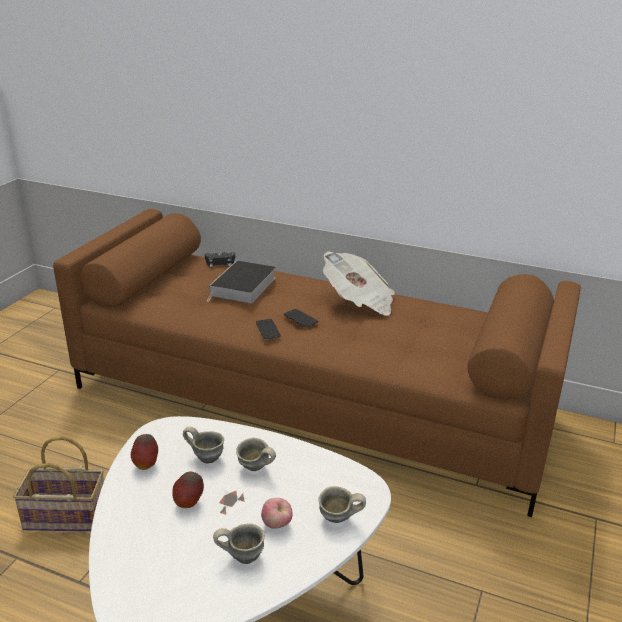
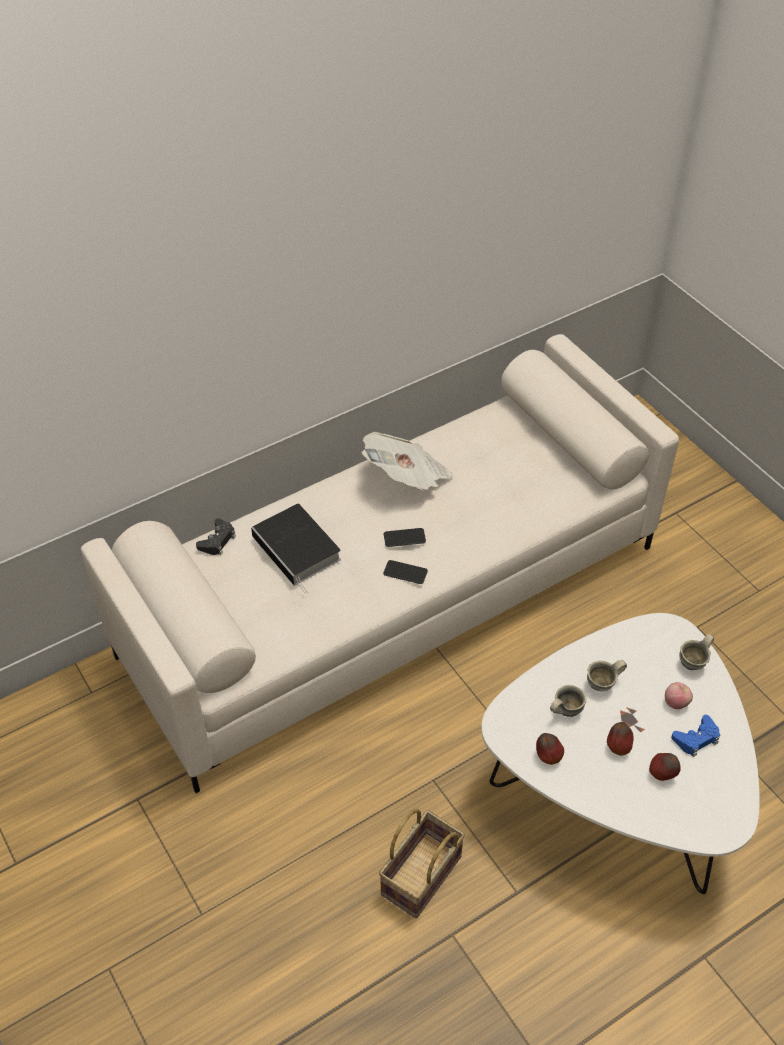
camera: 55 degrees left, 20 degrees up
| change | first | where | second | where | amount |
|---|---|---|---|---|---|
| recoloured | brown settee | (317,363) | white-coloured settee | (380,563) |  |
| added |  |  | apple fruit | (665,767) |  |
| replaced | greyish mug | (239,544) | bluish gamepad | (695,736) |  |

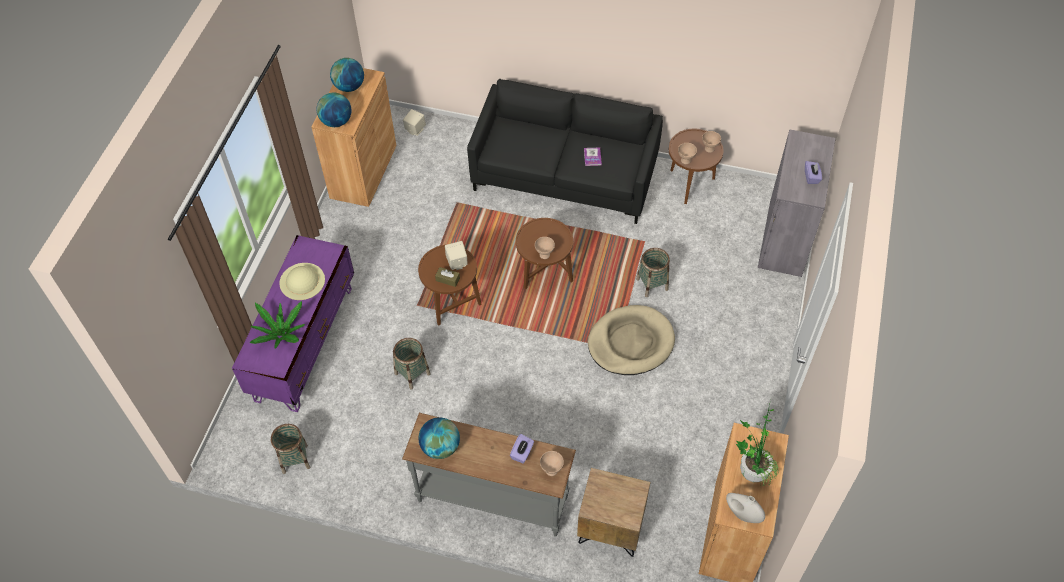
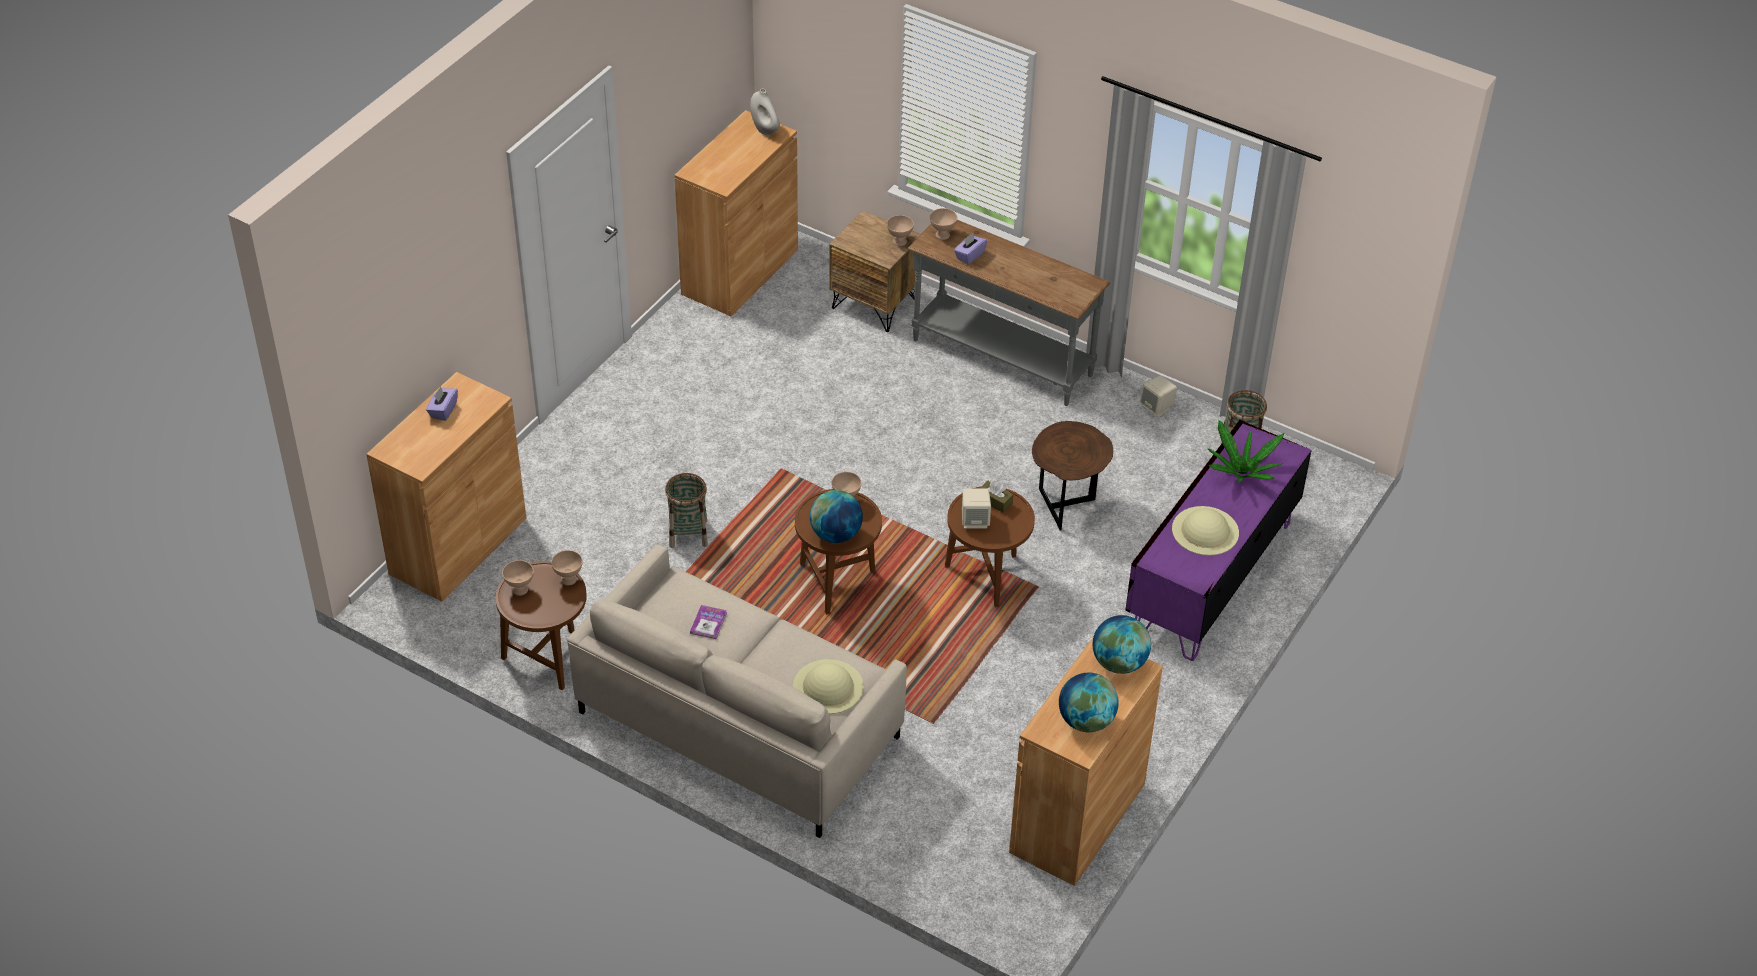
camera: 165 degrees left, 10 degrees down
| change | first | where | second | where | amount |
|---|---|---|---|---|---|
| recoloured | greyish storage cabinet | (796,203) | brown storage cabinet | (446,487) |  |
| recoloured | blackish settee | (565,151) | beige-coloured settee | (737,691) |  |
| added |  |  | beige-coloured wearable hat | (828,686) |  |
| moved | desk globe | (439,438) |  | (836,516) |  |
| added |  |  | beige-coloured serving bowl | (900,230) |  |
| replaced | basket | (412,364) | brown accent table | (1072,476) |  |
| moved | beige-coloured audio speaker | (414,122) |  | (1158,396) |  |
| removed | beige-coloured dog bed | (631,340) |  |  |  |
| removed | potted plant | (757,443) |  |  |  |

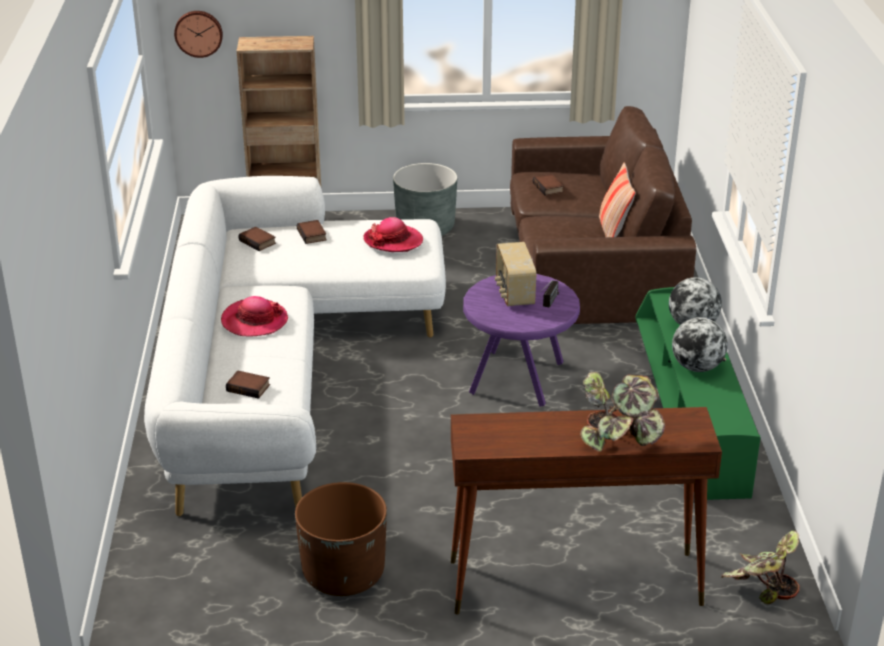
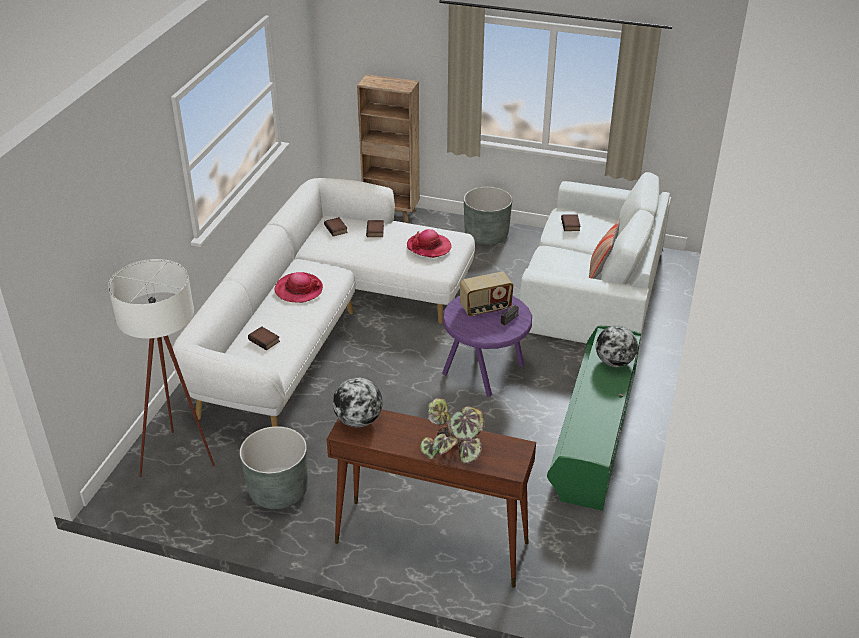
camera: 20 degrees right, 5 degrees up
| change | first | where | second | where | amount |
|---|---|---|---|---|---|
| added |  |  | white-coloured standing lamp | (161,368) |  |
| recoloured | brown planter | (341,539) | greyish planter | (274,467) |  |
| moved | desk globe | (700,344) |  | (358,402) |  |
| turned | radio set | (515,274) |  | (486,294) | 120 degrees counterclockwise |
| recoloured | brown settee | (603,215) | white-coloured settee | (595,259) |  |
| removed | wall clock | (198,34) |  |  |  |
| removed | potted plant | (761,567) |  |  |  |

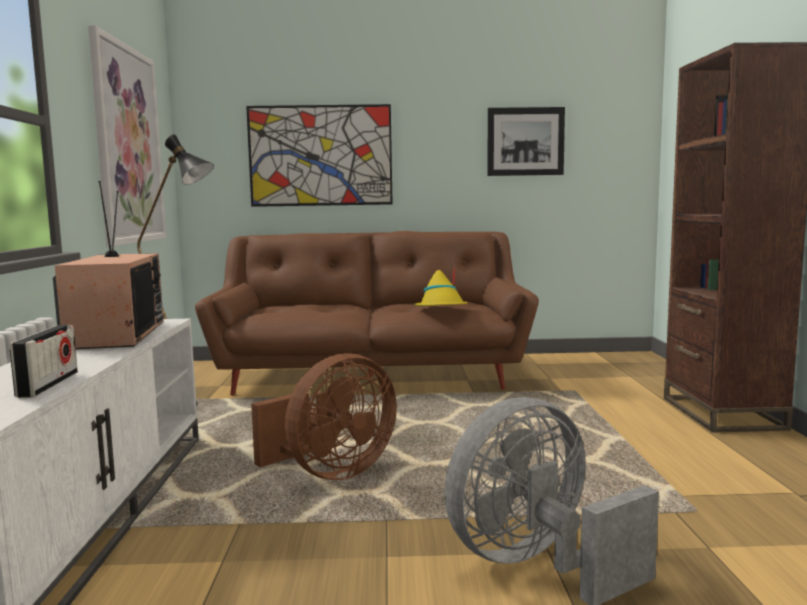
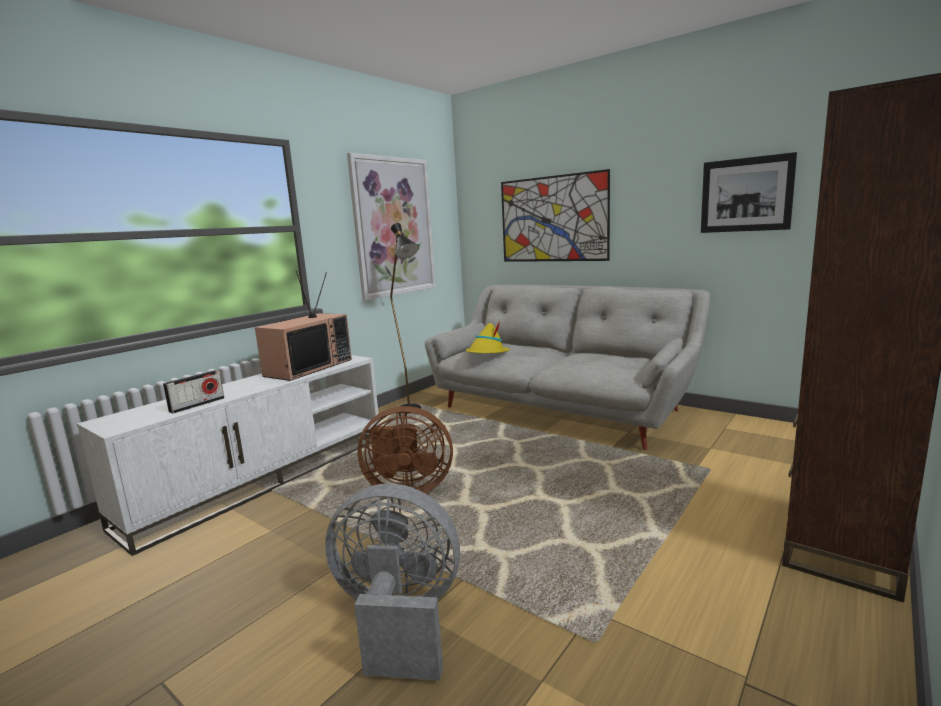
camera: 40 degrees right, 5 degrees up
| change | first | where | second | where | amount |
|---|---|---|---|---|---|
| recoloured | brown settee | (367,313) | greyish settee | (567,367) |  |
| moved | yellowish wearable hat | (441,285) |  | (488,337) |  |

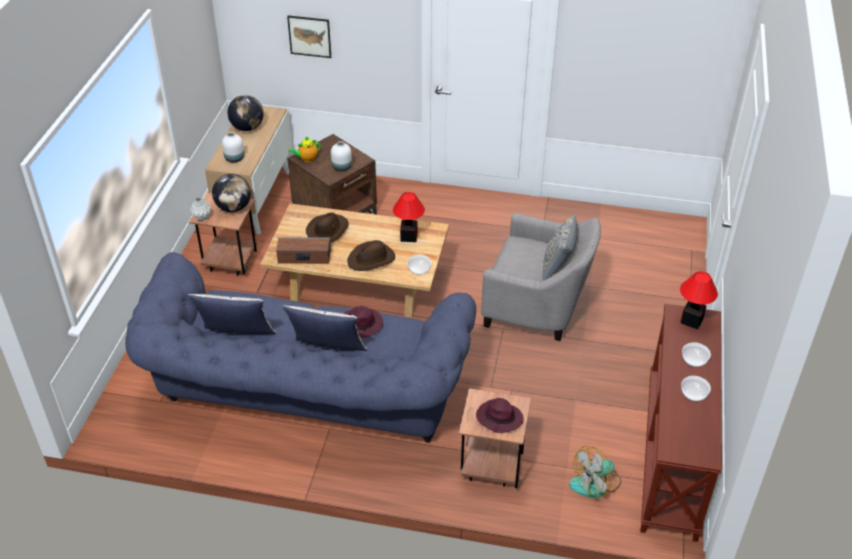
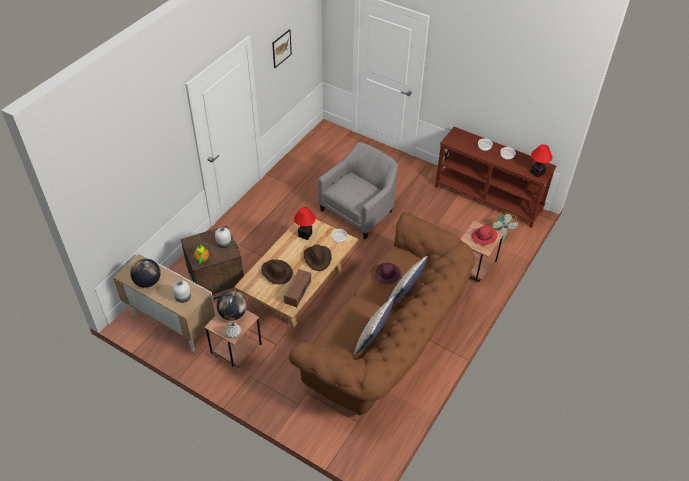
camera: 70 degrees left, 5 degrees up
| change | first | where | second | where | amount |
|---|---|---|---|---|---|
| moved | wall art | (309,36) |  | (282,48) |  |
| recoloured | bluish settee | (300,347) | brown settee | (382,313) |  |
| recoloured | purple wearable hat | (500,415) | red-coloured wearable hat | (484,235) |  |
| moved | table lamp | (699,300) |  | (541,161) |  |
| removed | greyish throw pillow | (560,248) |  |  |  |

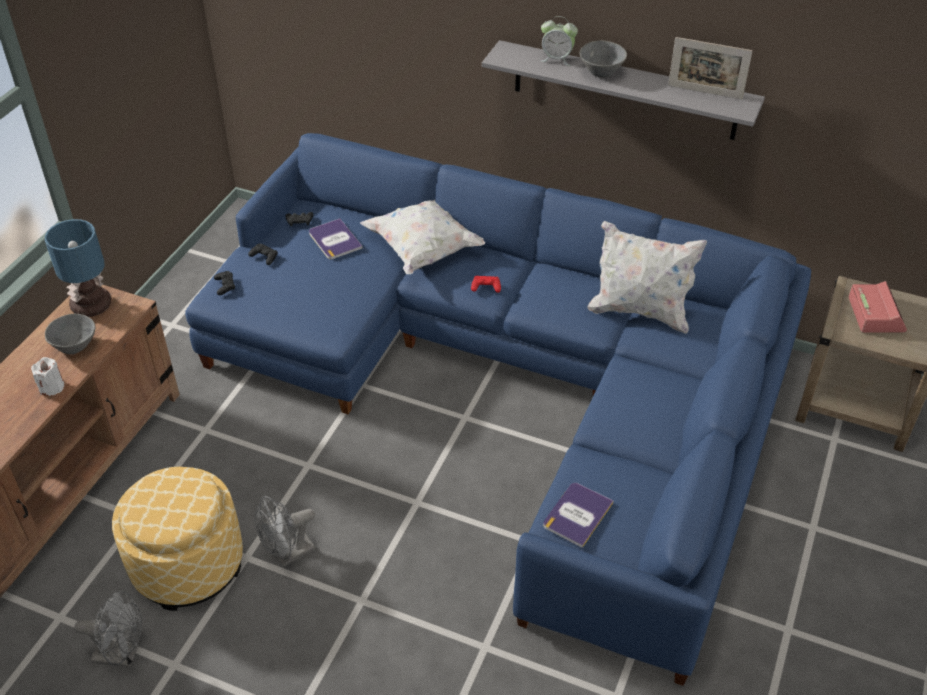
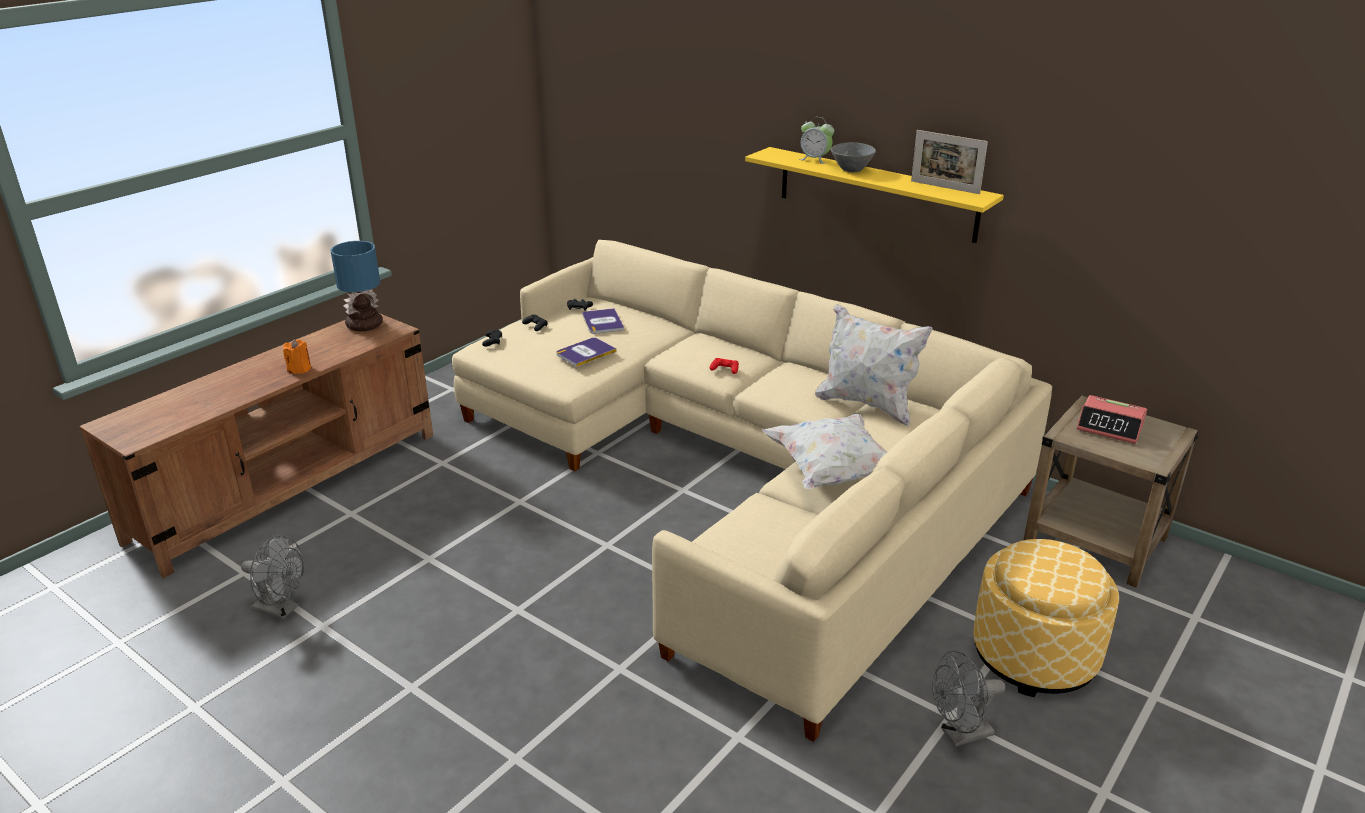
camera: 15 degrees right, 15 degrees down
| change | first | where | second | where | amount |
|---|---|---|---|---|---|
| recoloured | white-coloured candle | (48,376) | orange-coloured candle | (297,356) |  |
| recoloured | bluish settee | (498,409) | beige-coloured settee | (752,491) |  |
| moved | volume | (578,515) |  | (586,352) |  |
| recoloured | greyish bracket shelf | (623,90) | yellowish bracket shelf | (874,195) |  |
| moved | white-coloured throw pillow | (422,237) |  | (824,451) |  |
| moved | greyish electric fan | (285,531) |  | (968,699) |  |
| moved | footrest | (177,539) |  | (1046,618) |  |
| turned | alarm clock | (878,306) |  | (1111,419) | 105 degrees clockwise |
| removed | greyish serving bowl | (70,334) |  |  |  |

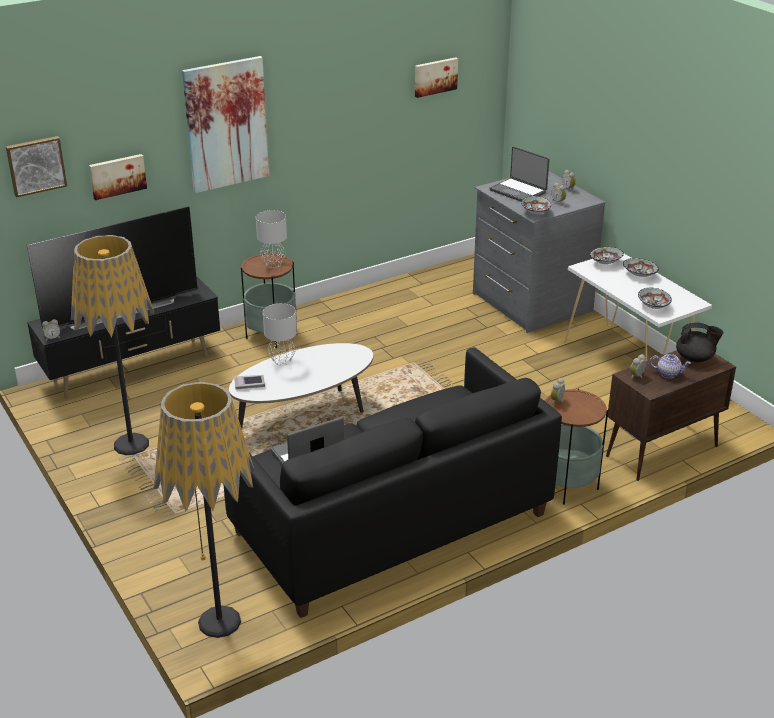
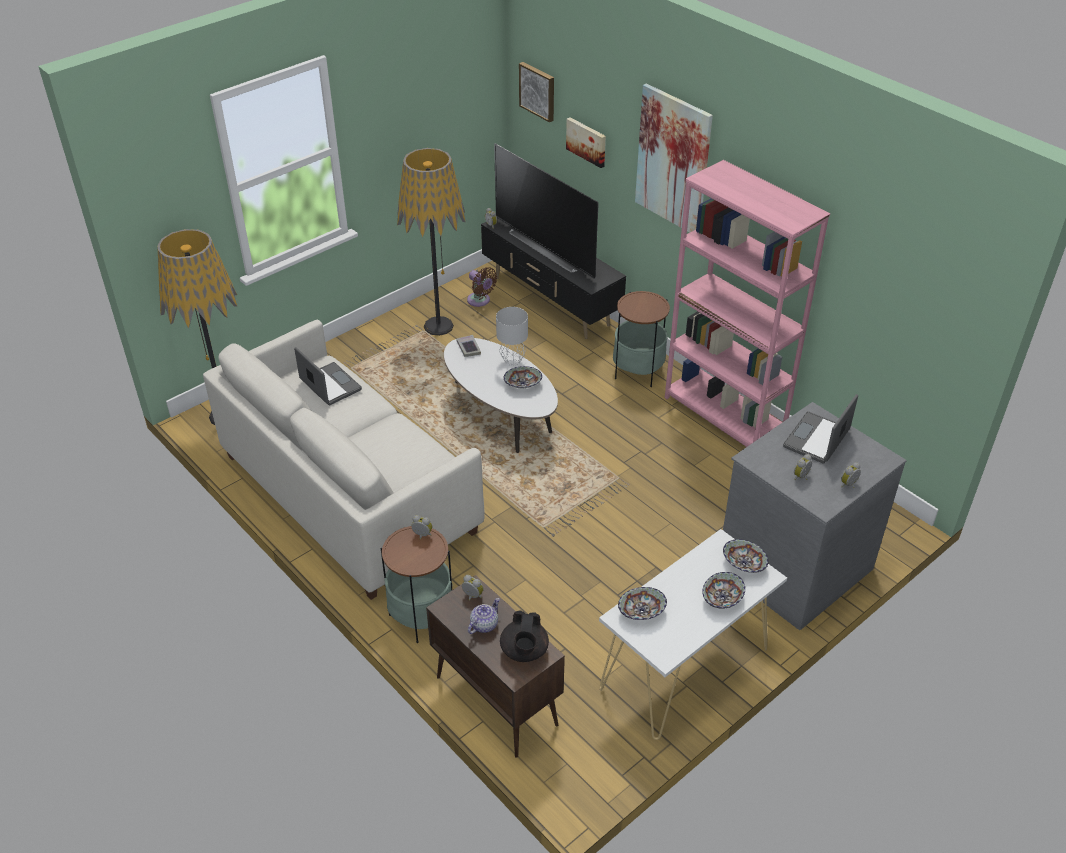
camera: 80 degrees right, 10 degrees up
| change | first | where | second | where | amount |
|---|---|---|---|---|---|
| recoloured | blackish settee | (392,482) | white-coloured settee | (344,460) |  |
| added |  |  | brown electric fan | (482,287) |  |
| turned | pot for tea | (670,366) |  | (484,616) | 150 degrees counterclockwise |
| moved | serving bowl | (536,205) |  | (523,377) |  |
| added |  |  | pink bookcase | (747,303) |  |
| removed | greyish table lamp | (271,239) |  |  |  |
| removed | wall art | (436,77) |  |  |  |

